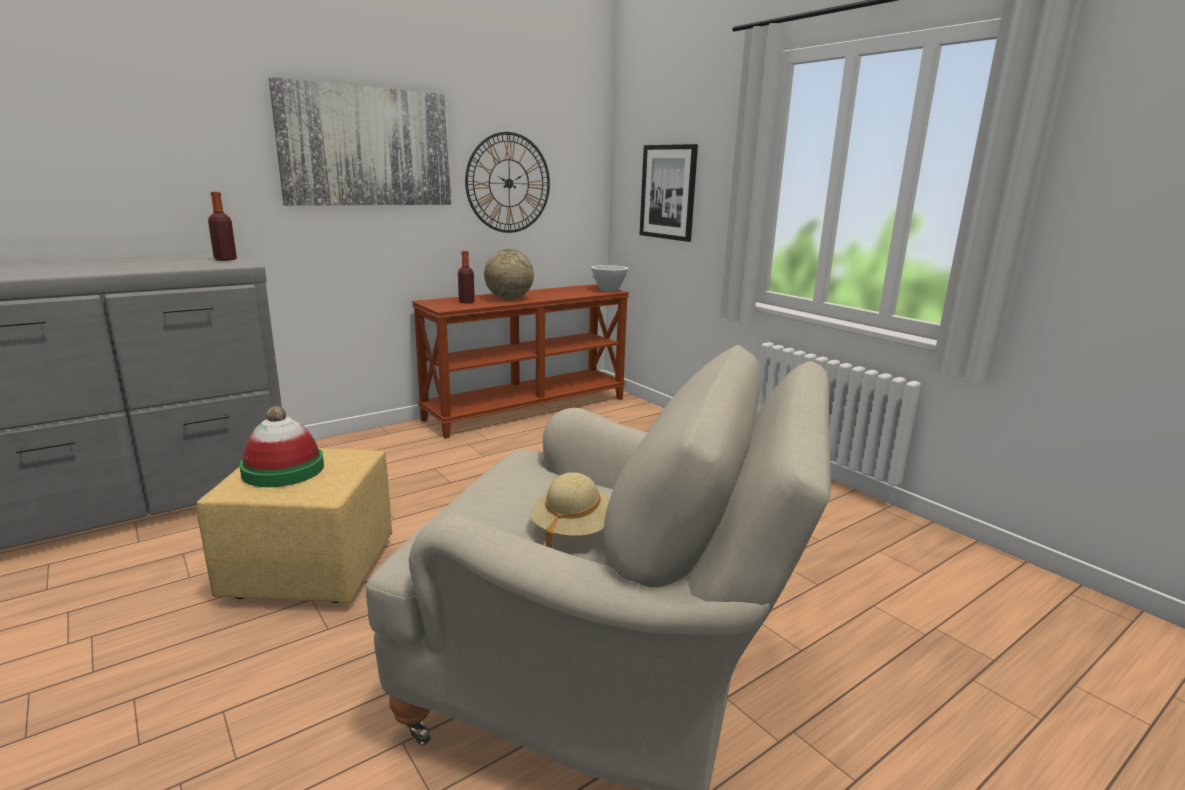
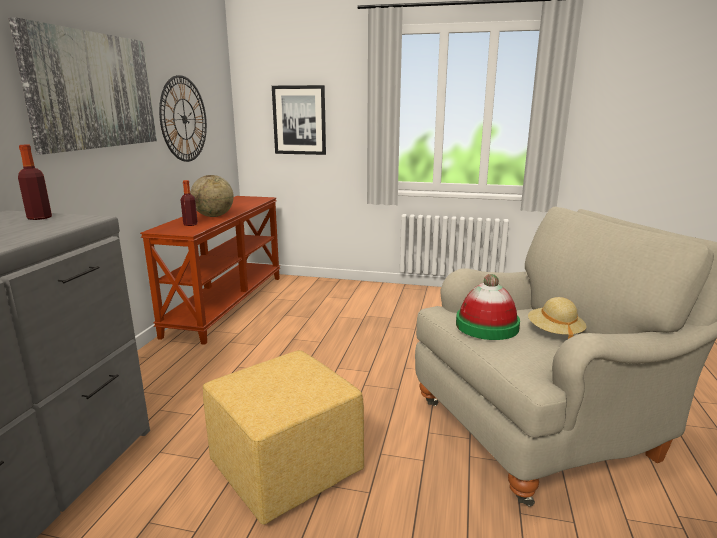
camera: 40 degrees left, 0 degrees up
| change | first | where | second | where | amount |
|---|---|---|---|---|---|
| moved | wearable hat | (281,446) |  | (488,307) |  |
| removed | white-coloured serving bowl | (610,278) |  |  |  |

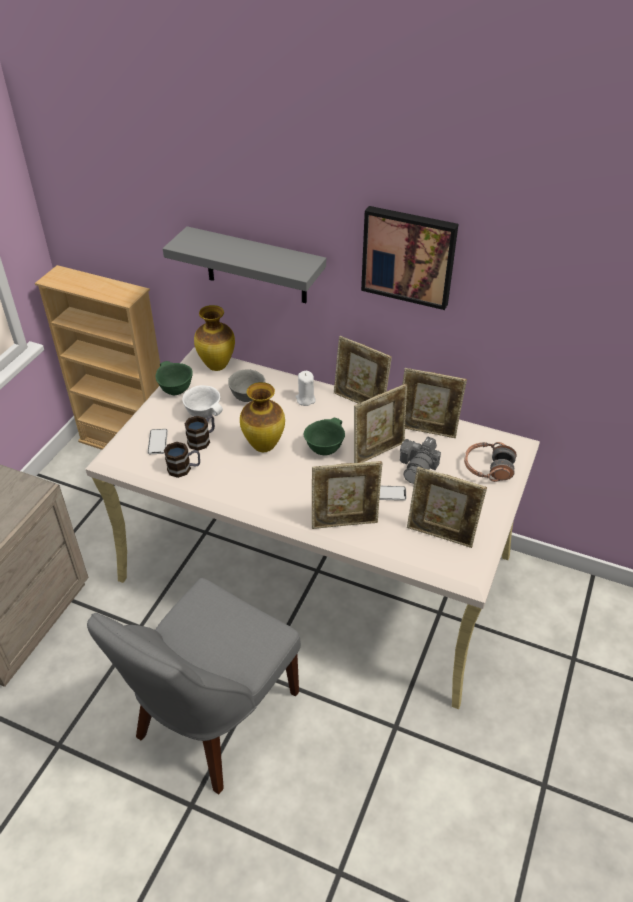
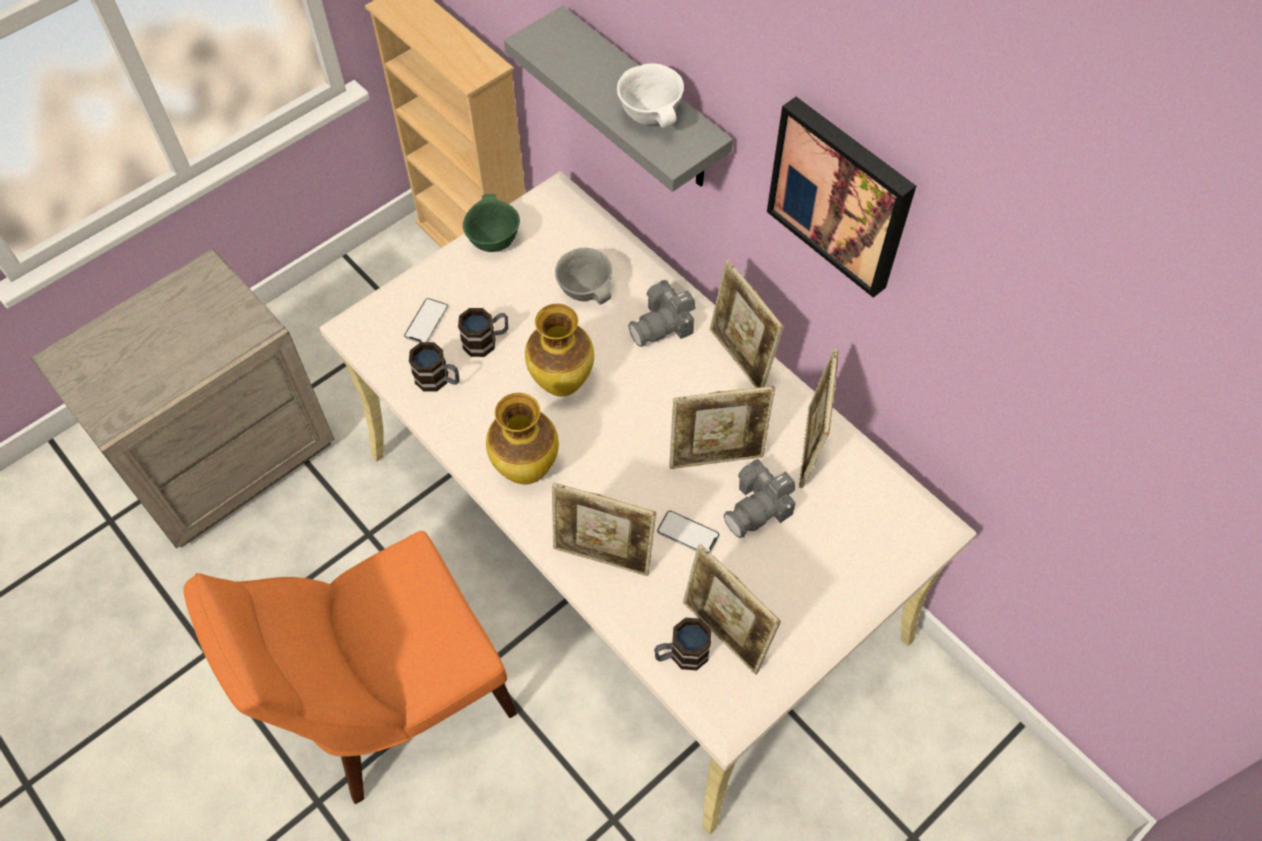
camera: 25 degrees right, 15 degrees up
| change | first | where | second | where | amount |
|---|---|---|---|---|---|
| recoloured | greyish chair | (194,686) | orange-coloured chair | (350,667) |  |
| moved | decorative vase | (214,338) |  | (522,439) |  |
| moved | white-coloured serving bowl | (202,401) |  | (650,95) |  |
| replaced | white-coloured candle | (306,388) | still camera | (662,313) |  |
| added |  |  | mug | (683,644) |  |
| turned | photo frame | (434,403) |  | (818,418) | 60 degrees clockwise |
| removed | greenish serving bowl | (324,437) |  |  |  |
| removed | pair of headphones | (490,462) |  |  |  |

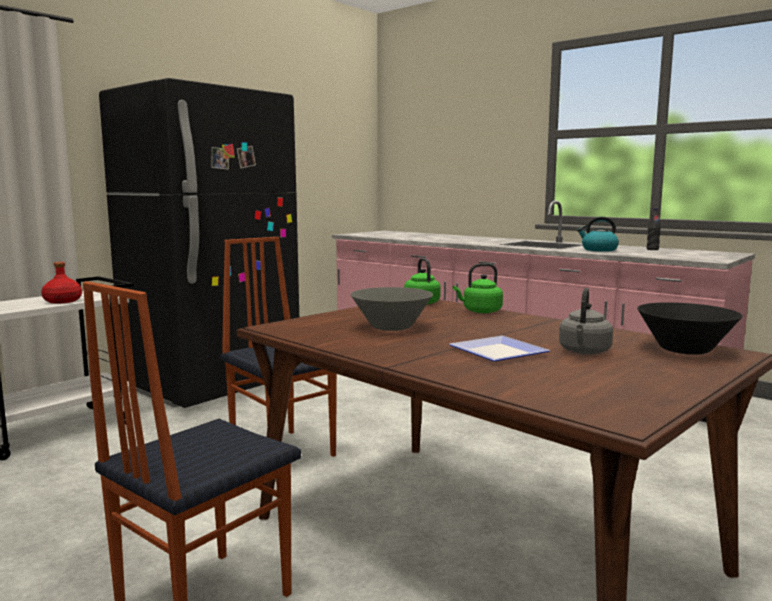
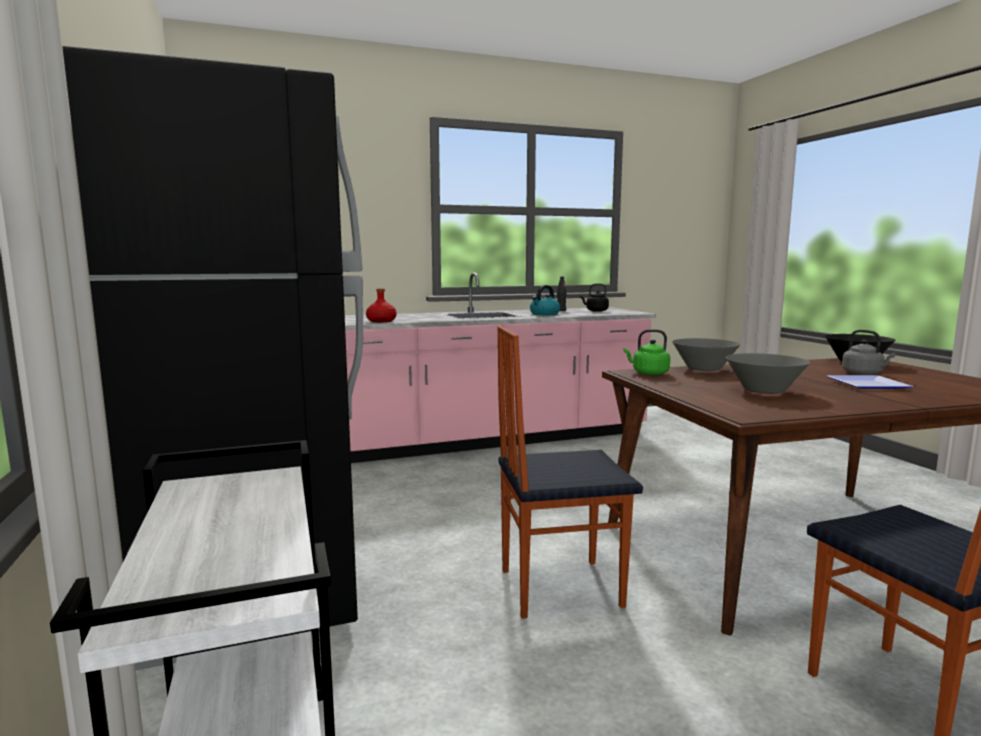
camera: 60 degrees left, 0 degrees up
| change | first | where | second | where | amount |
|---|---|---|---|---|---|
| moved | red-coloured bottle | (61,283) |  | (381,305) |  |
| added |  |  | blackish water kettle | (594,298) |  |
| replaced | greenish water kettle | (478,288) | greyish serving bowl | (706,354) |  |

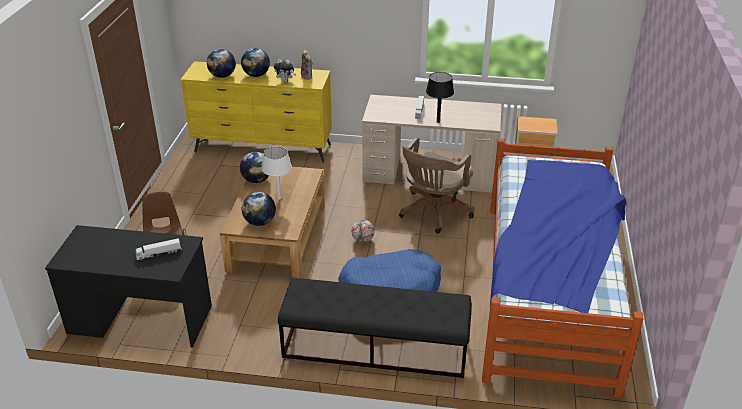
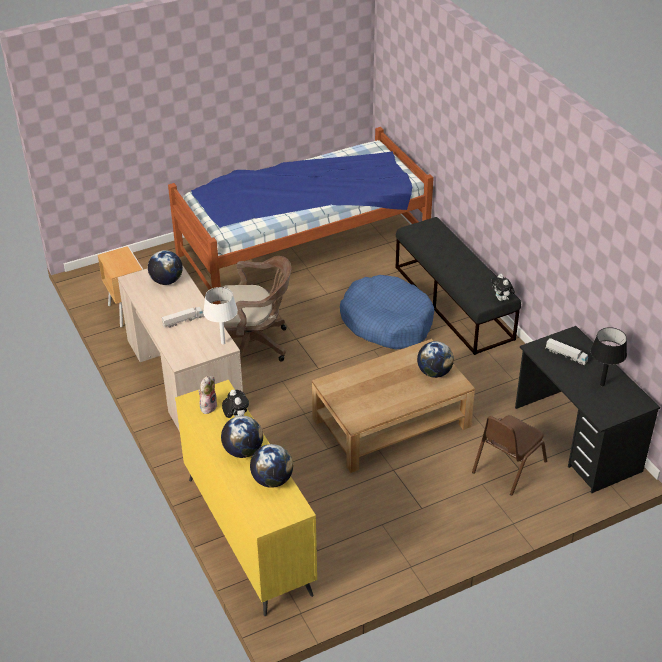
camera: 125 degrees left, 5 degrees up
| change | first | where | second | where | amount |
|---|---|---|---|---|---|
| moved | desk globe | (254,167) |  | (165,267) |  |
| moved | white-coloured table lamp | (277,173) |  | (220,316) |  |
| added |  |  | cuddly toy | (503,287) |  |
| moved | blackish table lamp | (440,97) |  | (609,356) |  |
| removed | football ball | (363,231) |  |  |  |

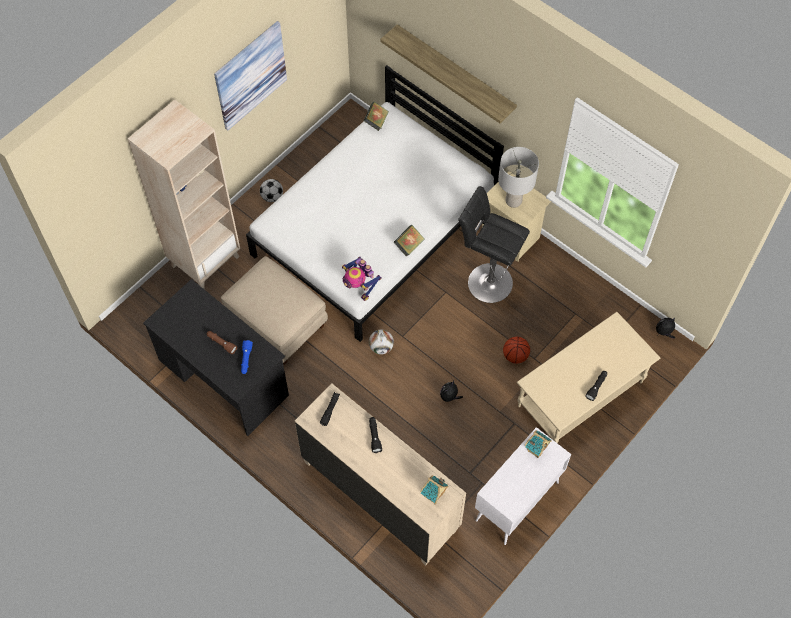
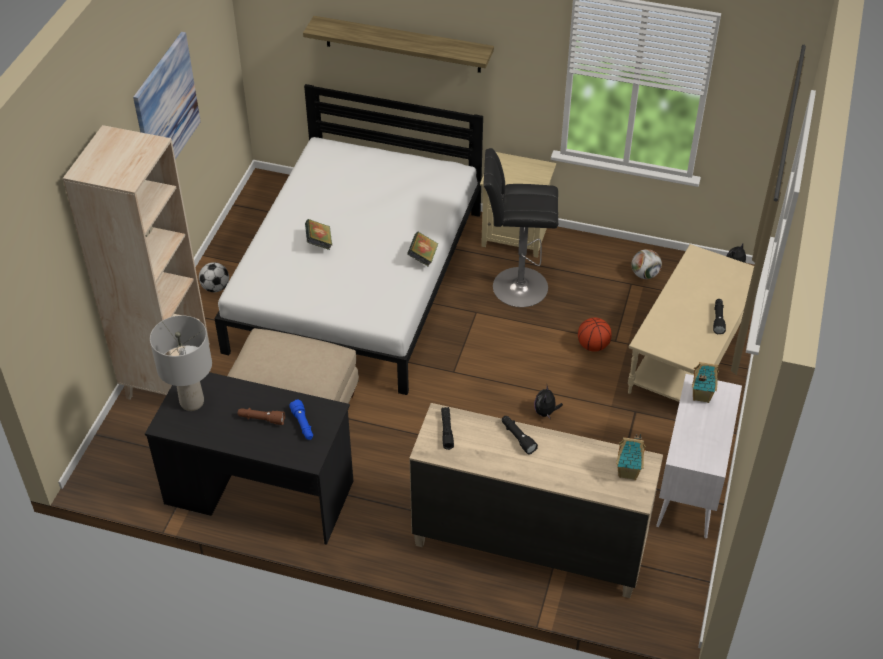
camera: 25 degrees left, 15 degrees down
| change | first | where | second | where | amount |
|---|---|---|---|---|---|
| moved | greyish table lamp | (518,177) |  | (181,363) |  |
| moved | volume | (376,116) |  | (318,234) |  |
| moved | football ball | (381,342) |  | (647,264) |  |
| removed | model robot | (362,278) |  |  |  |

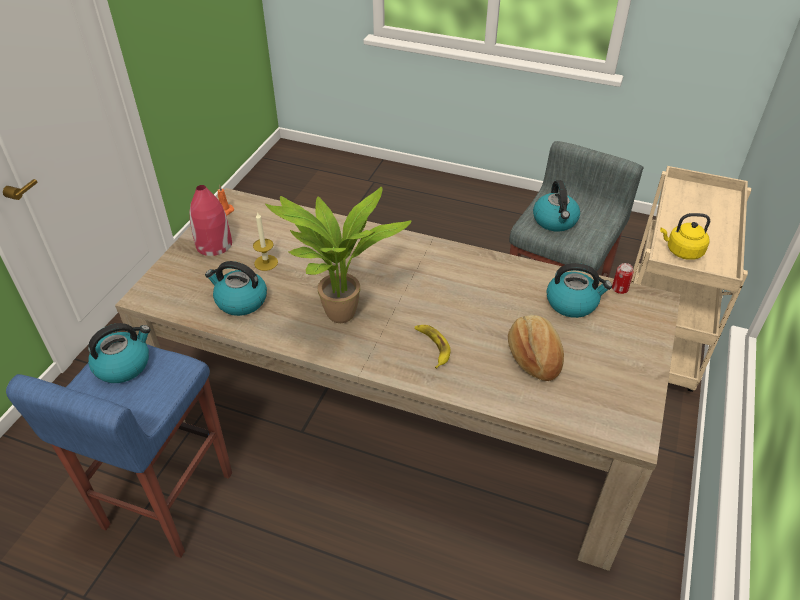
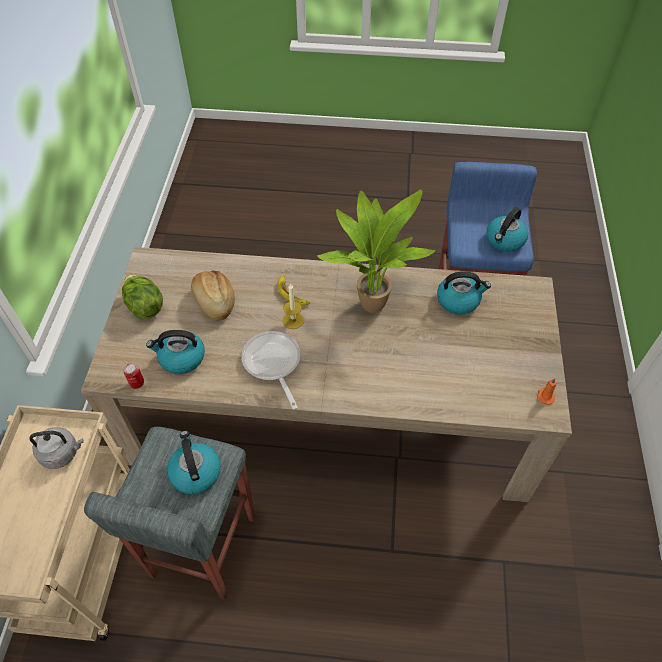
camera: 165 degrees right, 10 degrees up
| change | first | where | second | where | amount |
|---|---|---|---|---|---|
| recoloured | yellowish water kettle | (685,236) | greyish water kettle | (56,448) |  |
| added |  |  | lettuce head | (142,296) |  |
| added |  |  | frying pan | (271,370) |  |
| moved | candle | (265,242) |  | (293,306) |  |
| removed | red-coloured decorative vase | (210,220) |  |  |  |

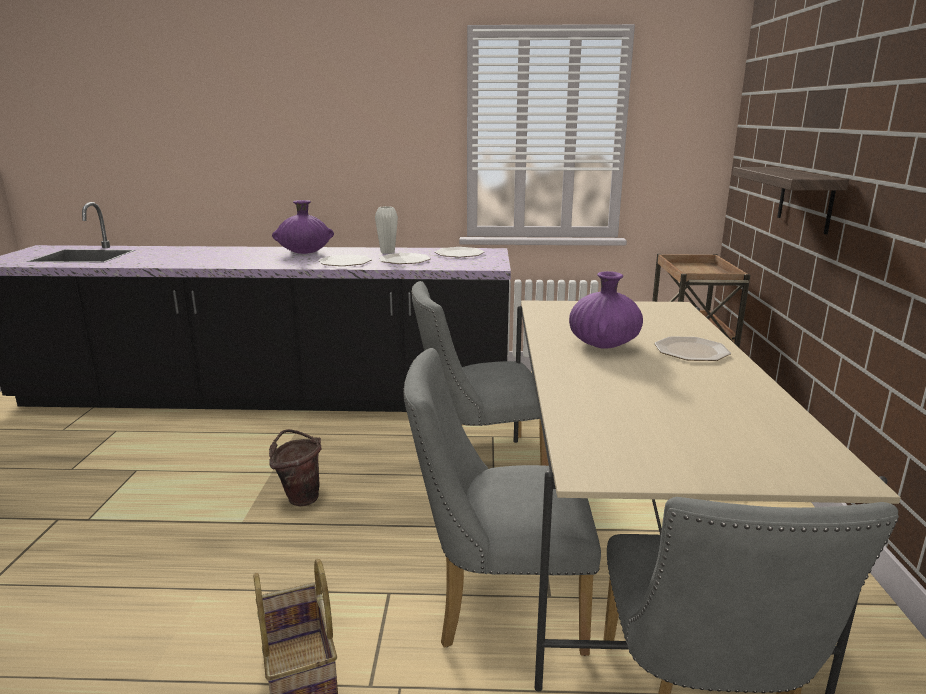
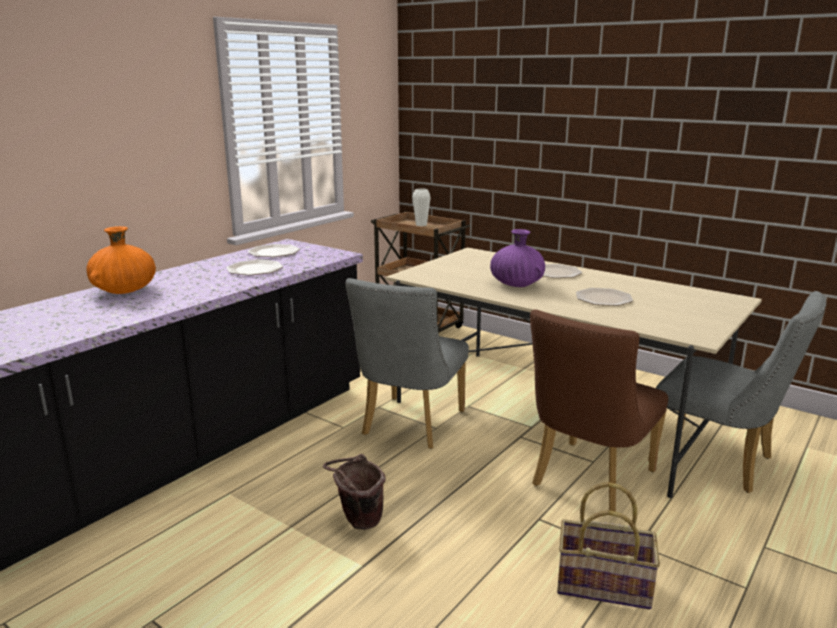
camera: 55 degrees left, 0 degrees up
| change | first | where | second | where | amount |
|---|---|---|---|---|---|
| recoloured | purple decorative vase | (303,227) | orange-coloured decorative vase | (121,260) |  |
| moved | white-coloured decorative vase | (386,230) |  | (421,207) |  |
| recoloured | greyish chair | (502,502) | brown chair | (599,411) |  |
| moved | flat dish | (345,260) |  | (604,297) |  |
| removed | bracket shelf | (790,201) |  |  |  |

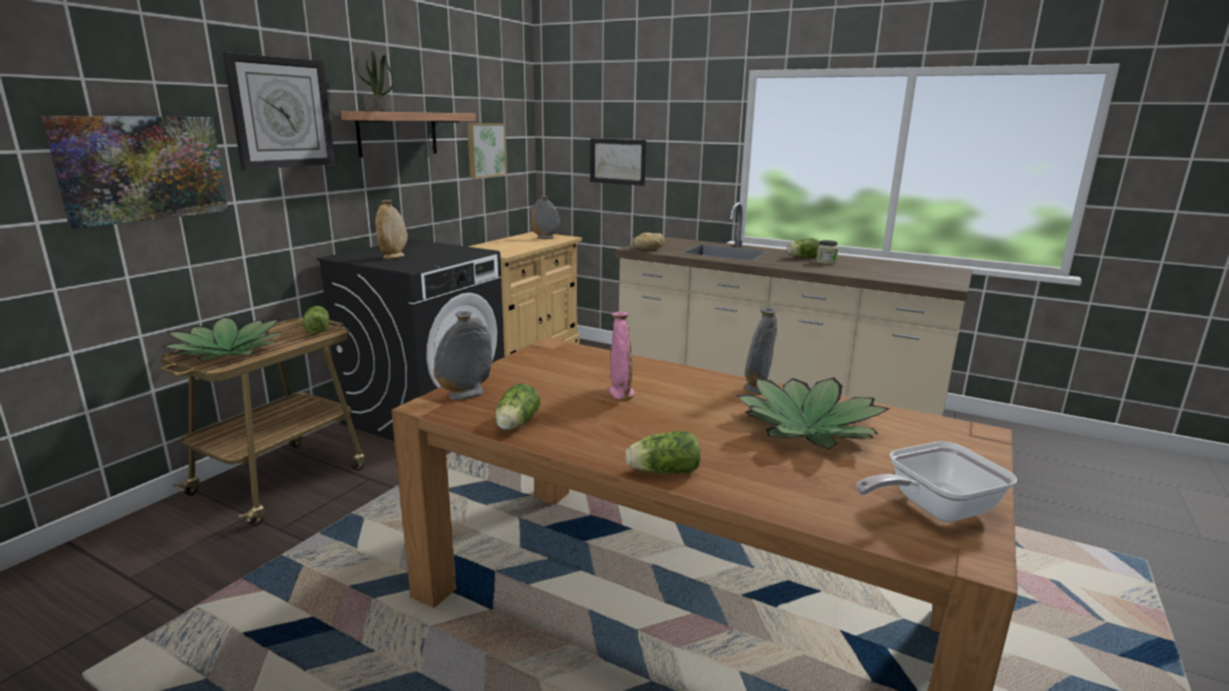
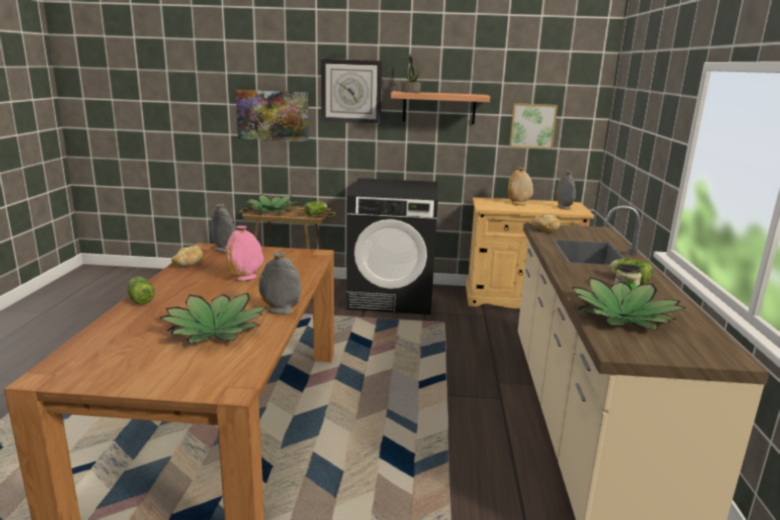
camera: 65 degrees right, 0 degrees up
| change | first | where | second | where | amount |
|---|---|---|---|---|---|
| replaced | lettuce head | (517,406) | baked bread | (187,256) |  |
| moved | beige-coloured decorative vase | (392,229) |  | (520,186) |  |
| added |  |  | potted plant | (628,303) |  |
| removed | wall art | (618,162) |  |  |  |
| removed | frying pan | (936,481) |  |  |  |

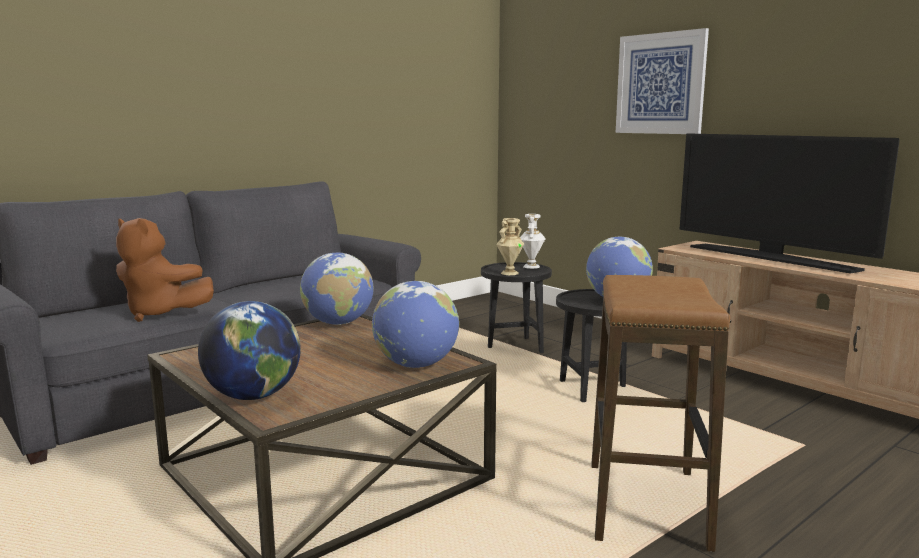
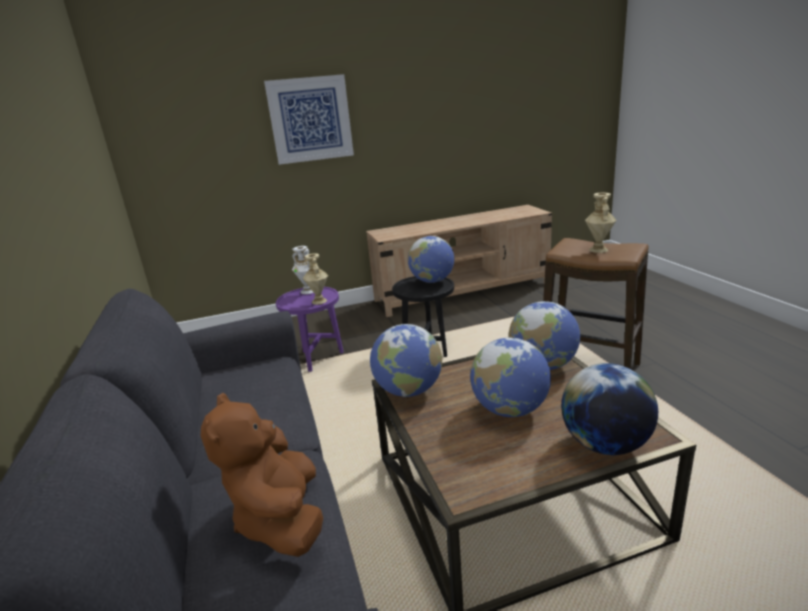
camera: 65 degrees left, 10 degrees up
| change | first | where | second | where | amount |
|---|---|---|---|---|---|
| turned | brown cuddly toy | (165,270) |  | (262,475) | 120 degrees clockwise |
| recoloured | blackish accent table | (516,307) | purple accent table | (310,329) |  |
| added |  |  | desk globe | (510,377) |  |
| added |  |  | beige-coloured decorative vase | (600,222) |  |
| removed | TV set | (789,203) |  |  |  |

